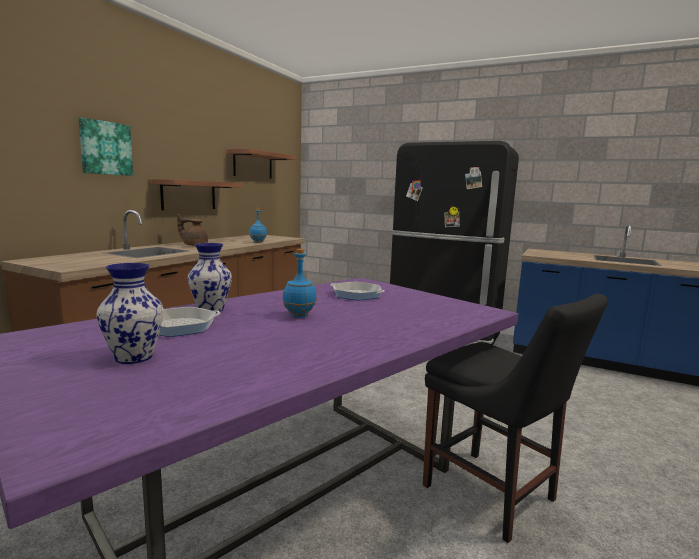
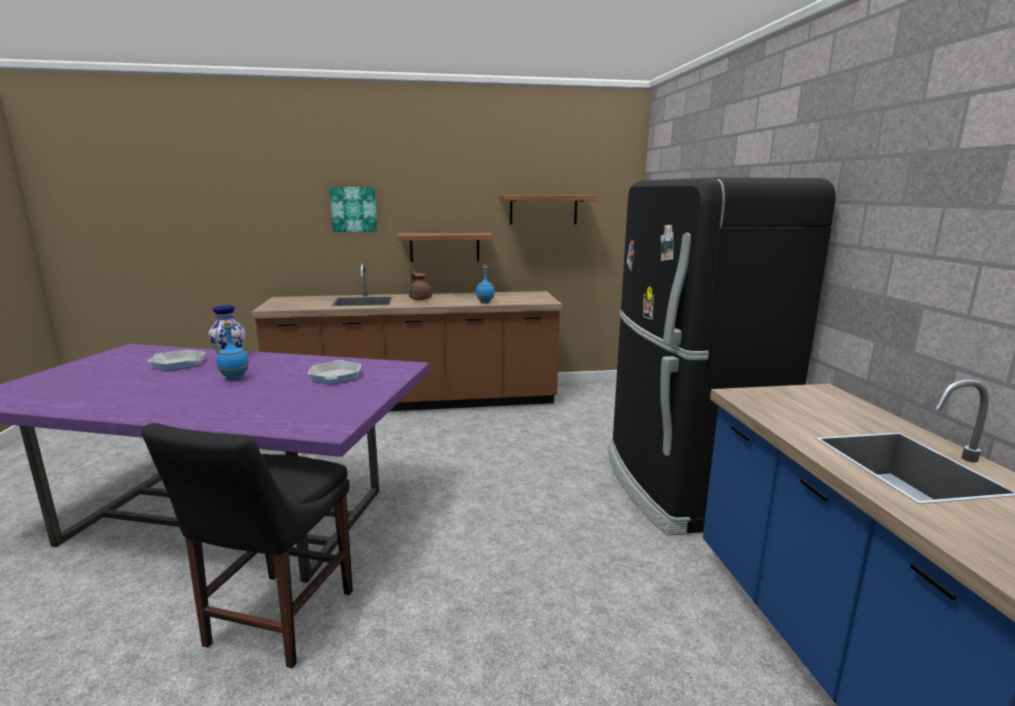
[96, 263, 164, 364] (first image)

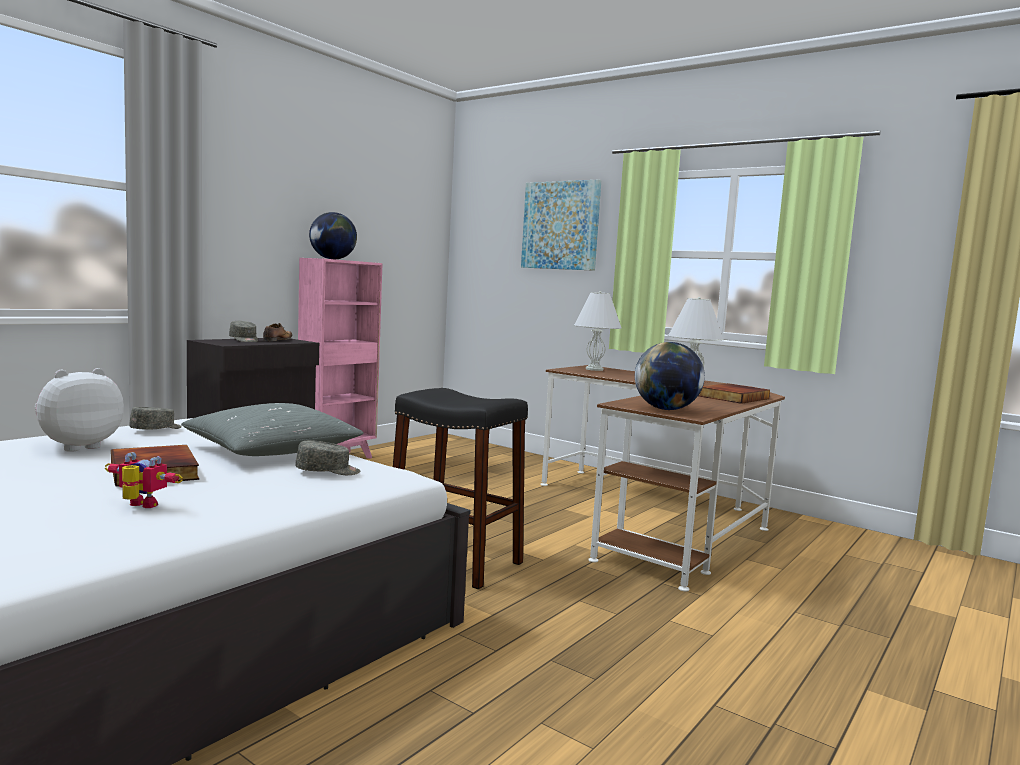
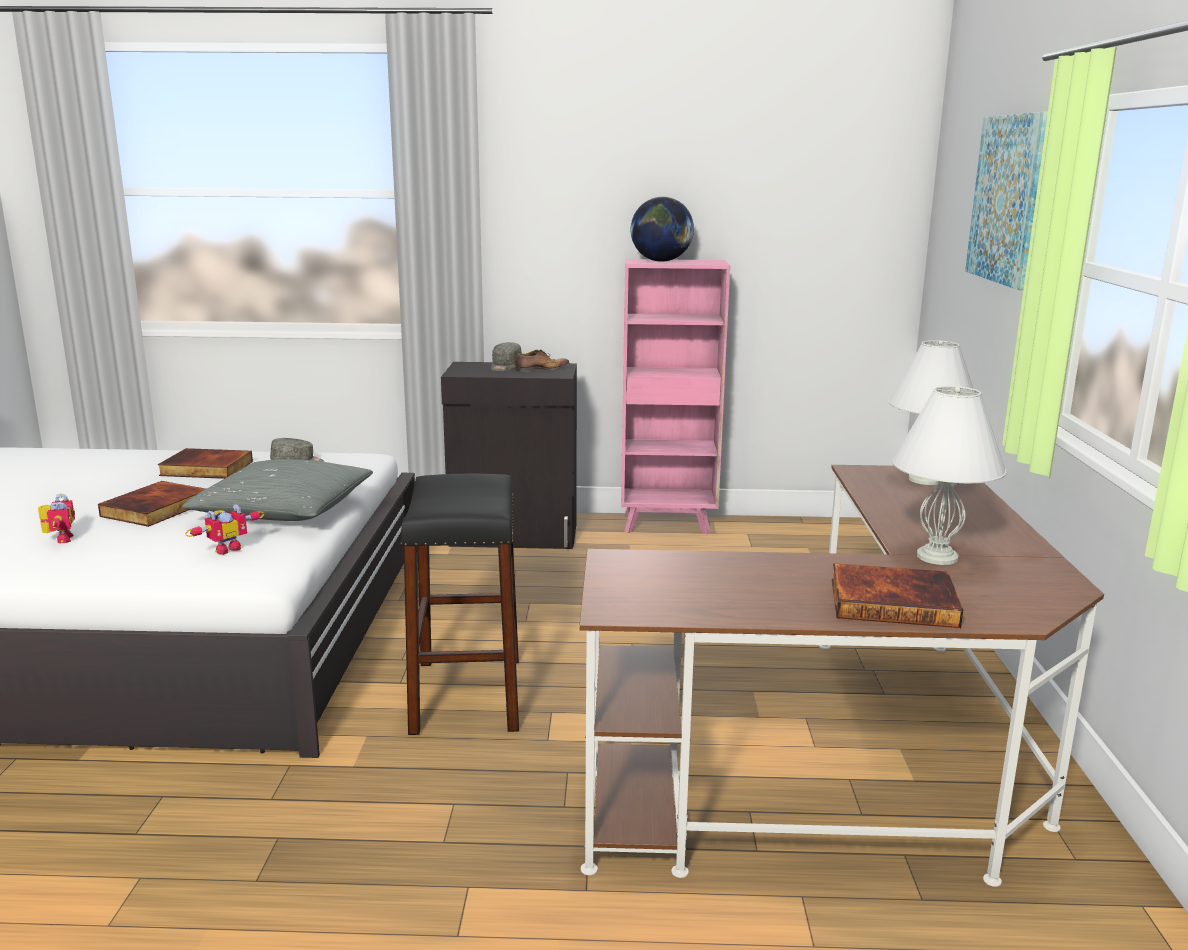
[635, 342, 705, 410] (first image)
[158, 448, 253, 479]
[185, 504, 264, 555]

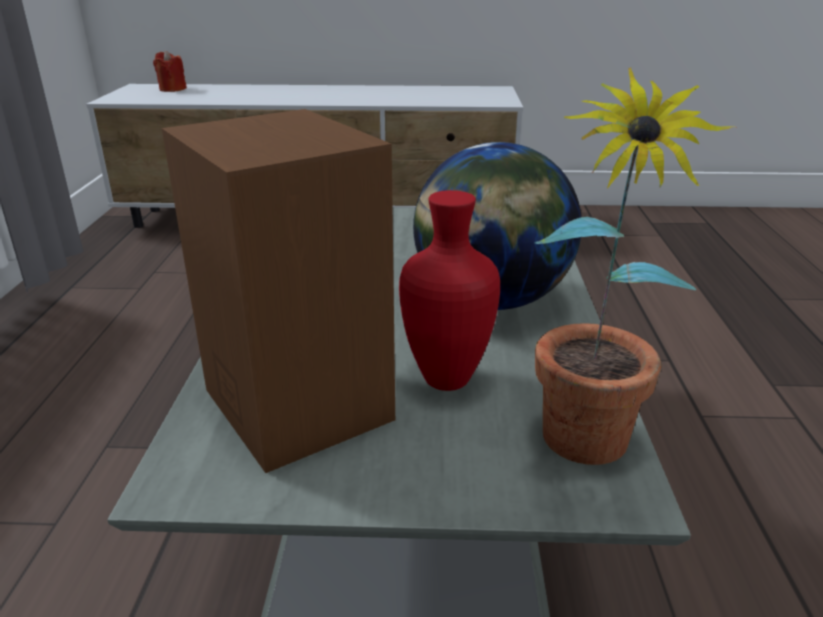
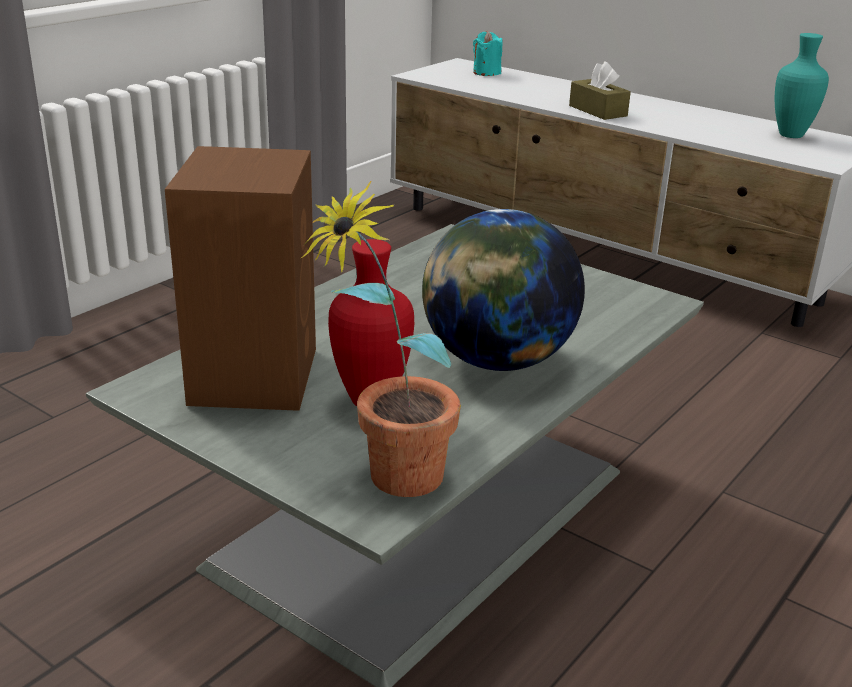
[569, 61, 631, 120]
[775, 33, 829, 138]
[473, 31, 503, 76]

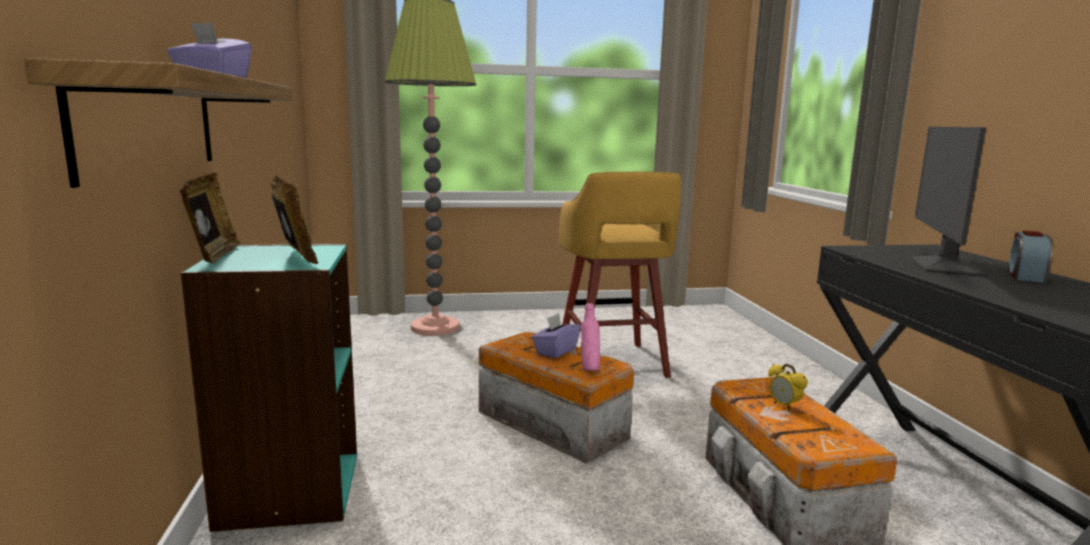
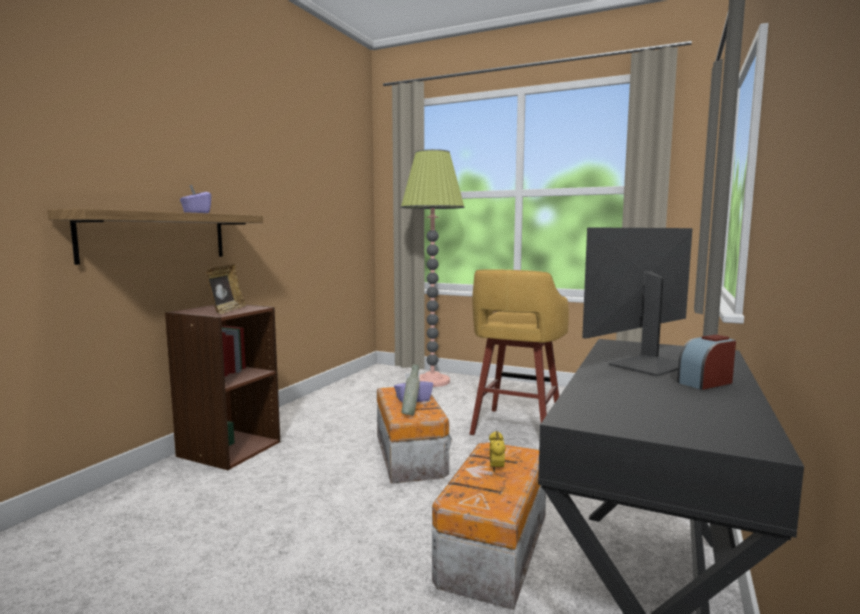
[180, 173, 241, 264] (first image)
[165, 305, 280, 470]
[402, 364, 420, 416]

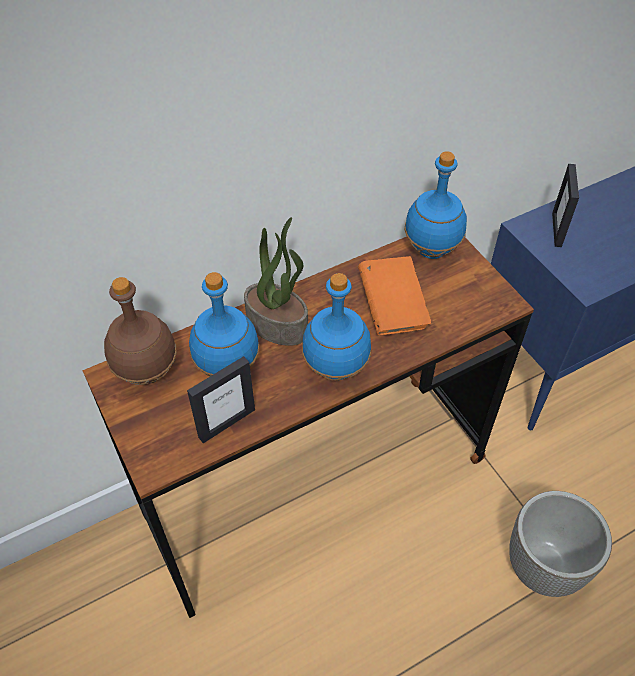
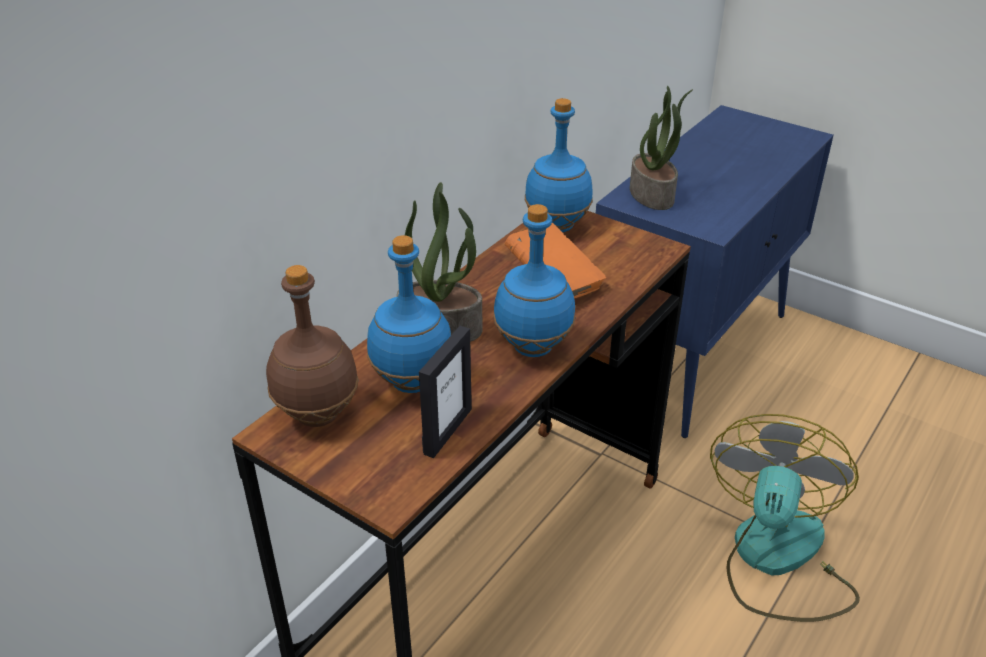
[710, 414, 860, 622]
[630, 86, 693, 210]

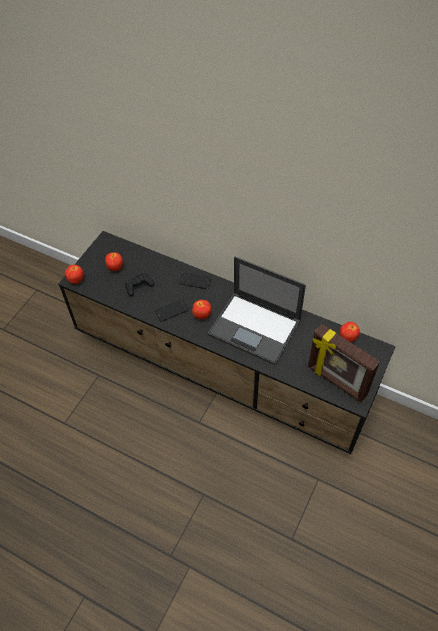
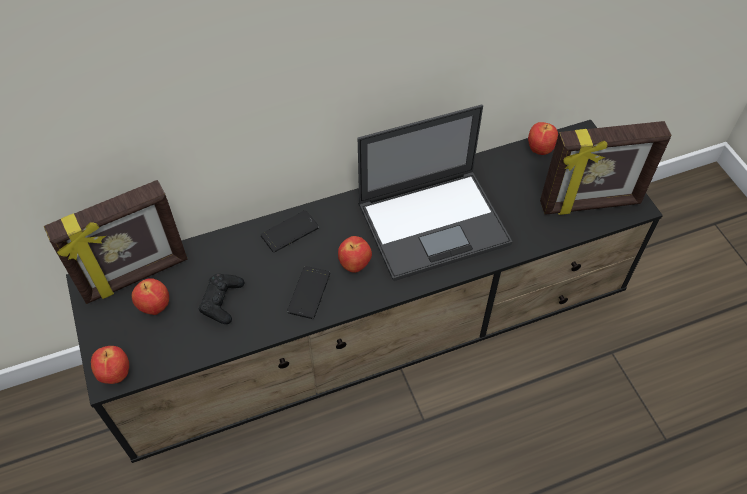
[44, 180, 187, 304]

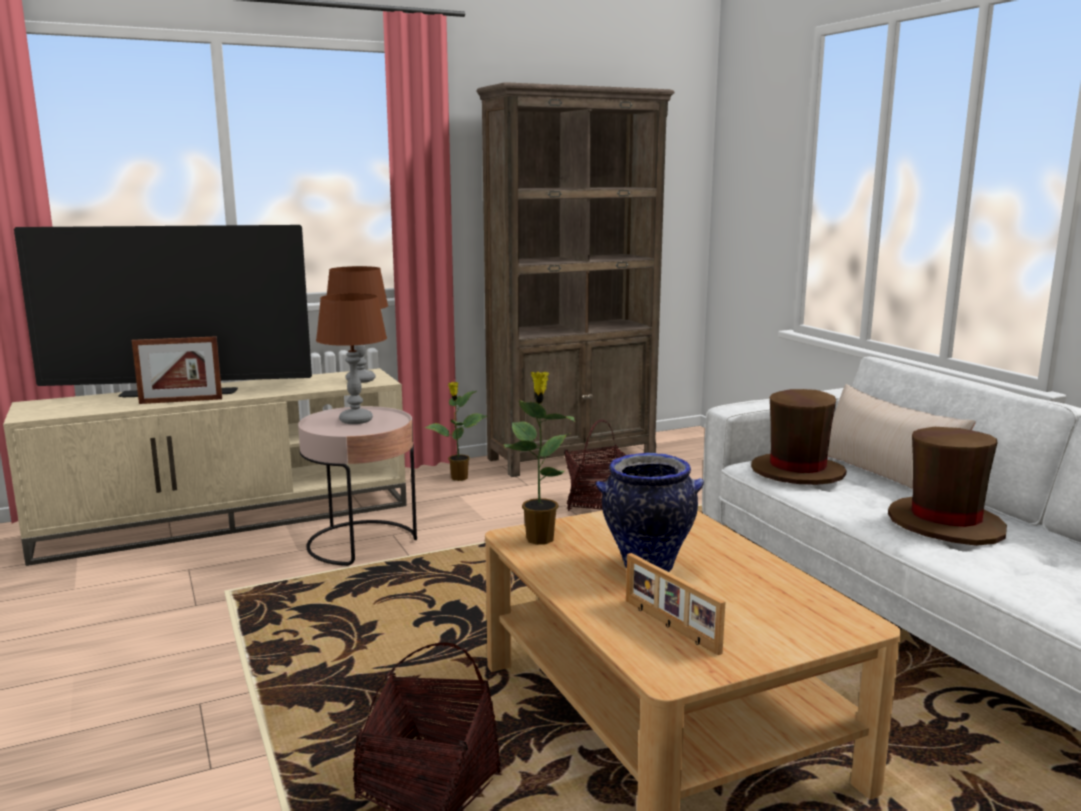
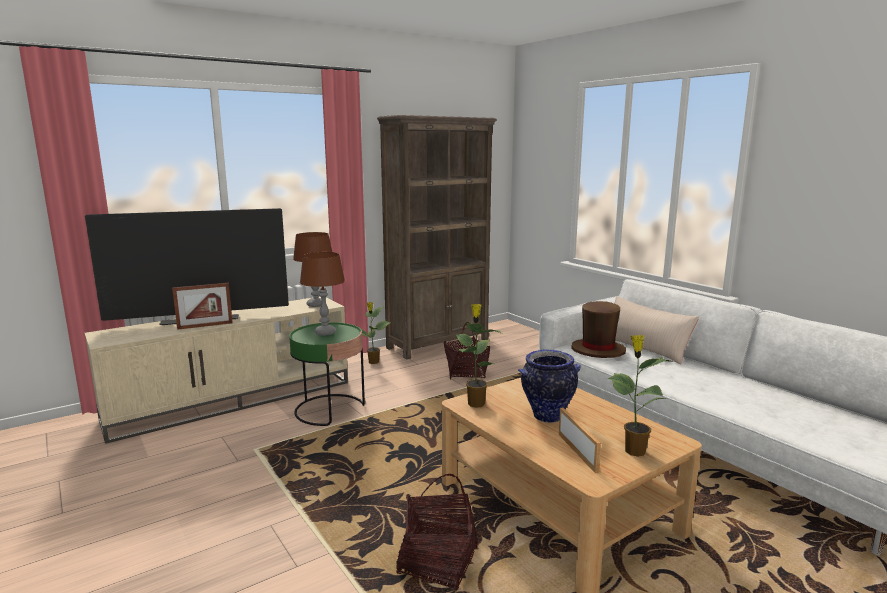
[888, 427, 1007, 546] (first image)
[608, 335, 672, 457]
[289, 322, 365, 426]
[559, 408, 601, 473]

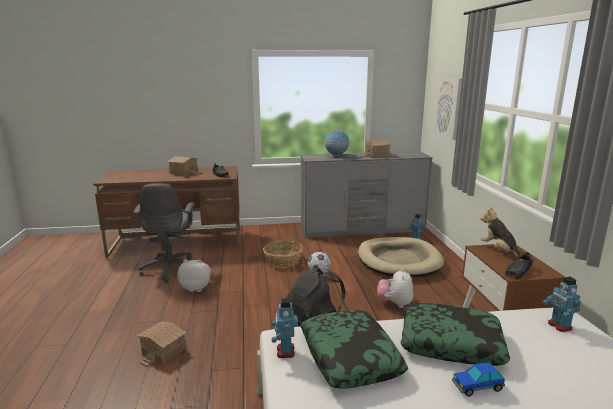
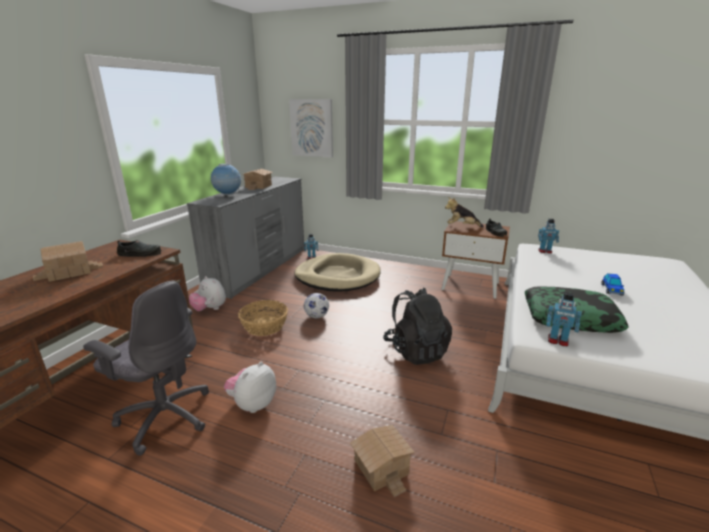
[401, 303, 510, 366] (first image)
[189, 276, 226, 311]

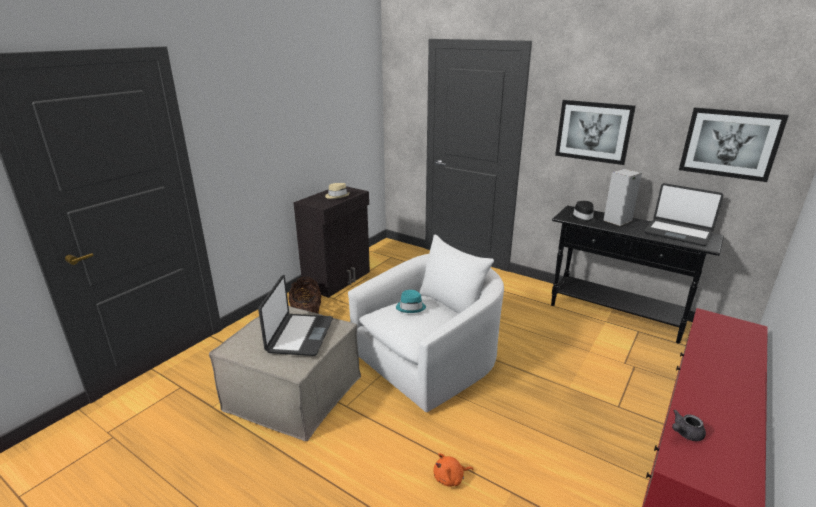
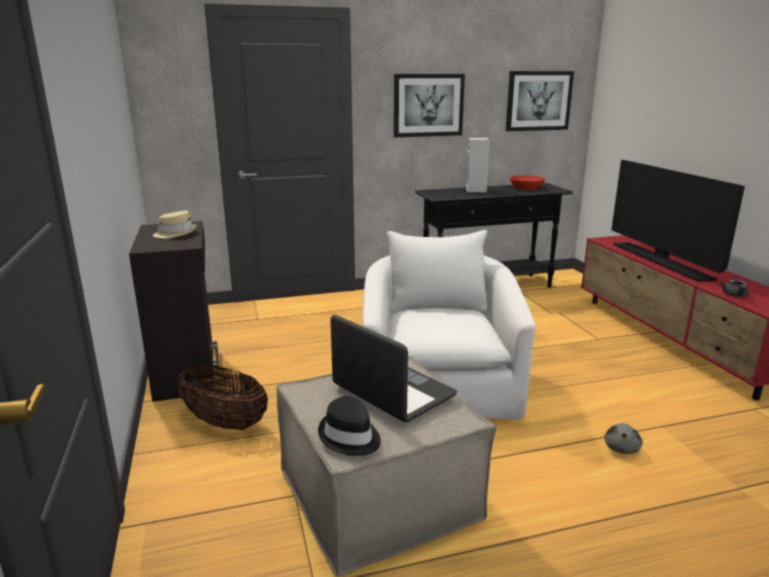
[396, 290, 426, 313] (first image)
[611, 159, 745, 281]
[318, 396, 381, 456]
[510, 175, 545, 190]
[604, 423, 643, 454]

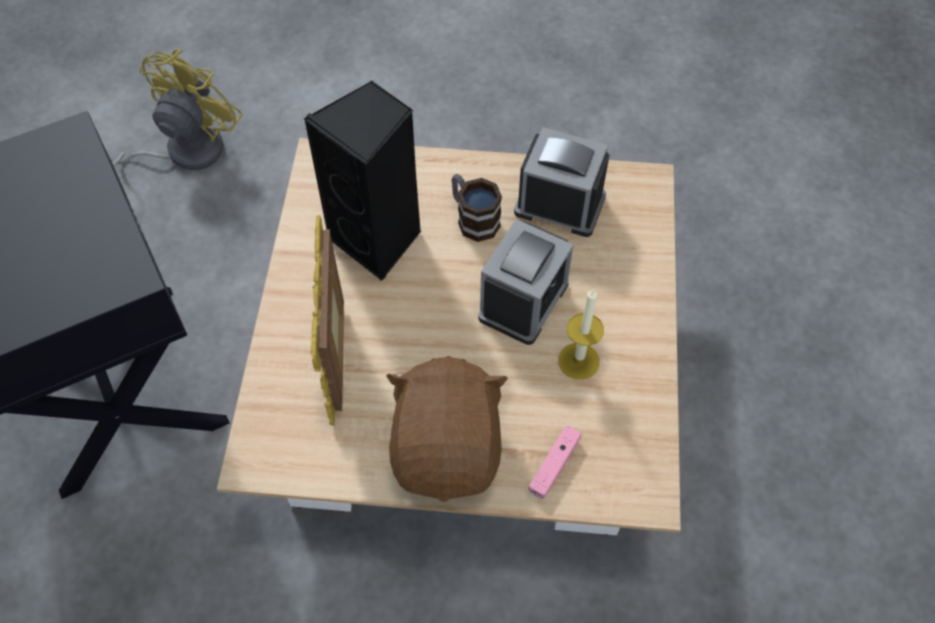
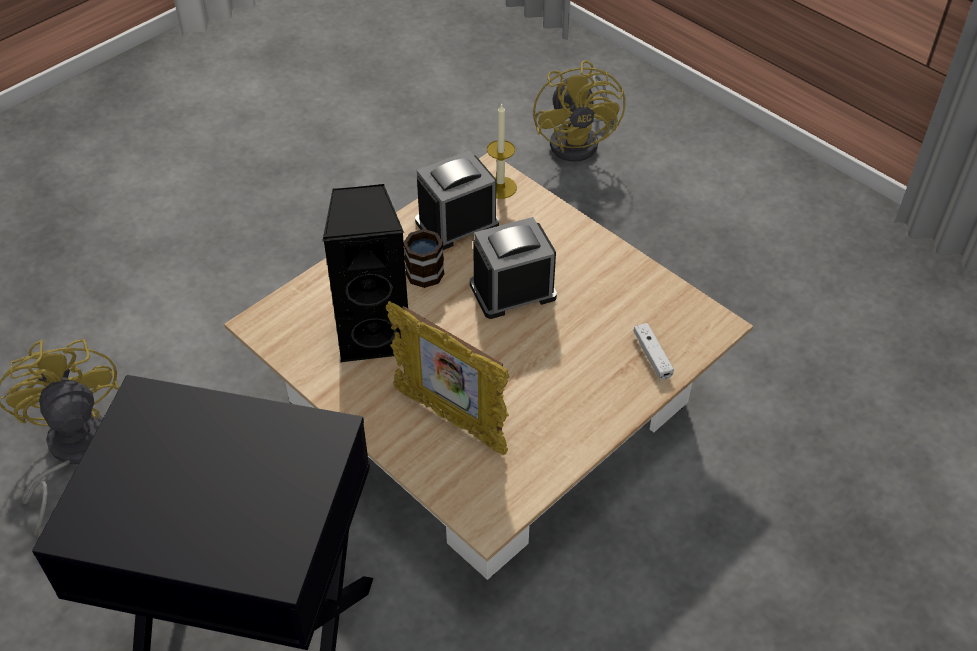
[386, 356, 508, 502] (first image)
[533, 60, 625, 162]
[487, 103, 517, 199]
[633, 323, 674, 380]
[470, 217, 557, 319]

